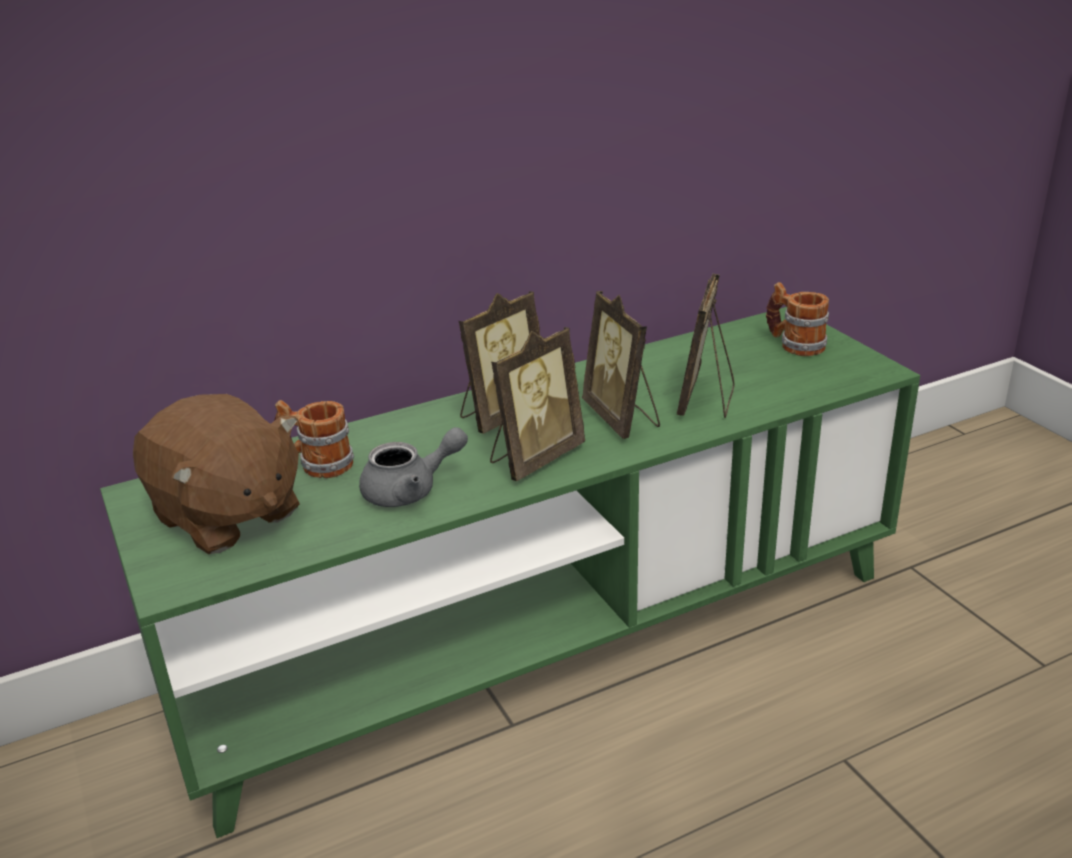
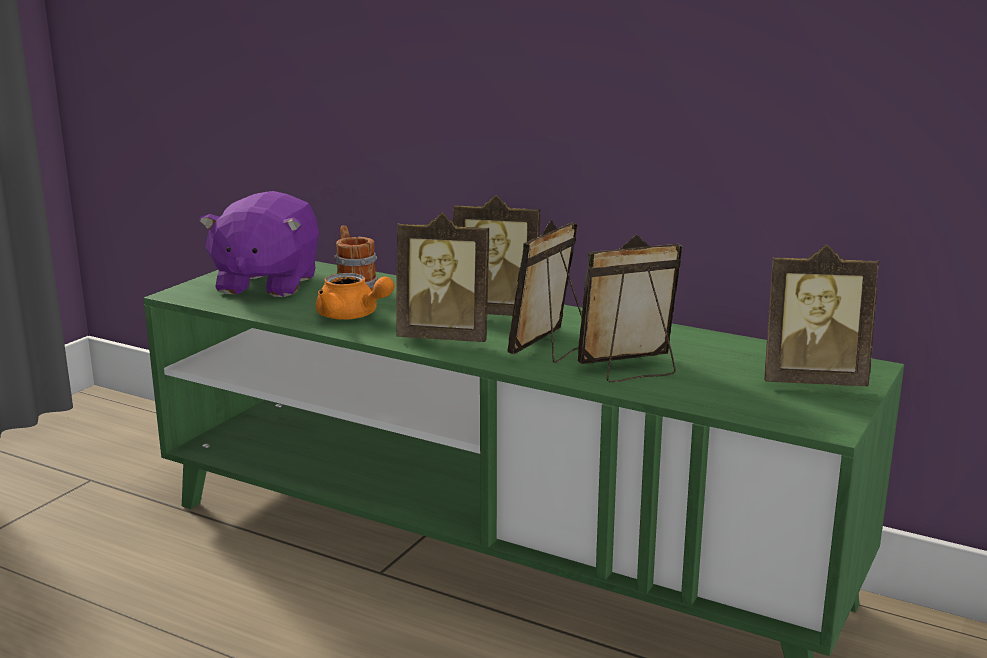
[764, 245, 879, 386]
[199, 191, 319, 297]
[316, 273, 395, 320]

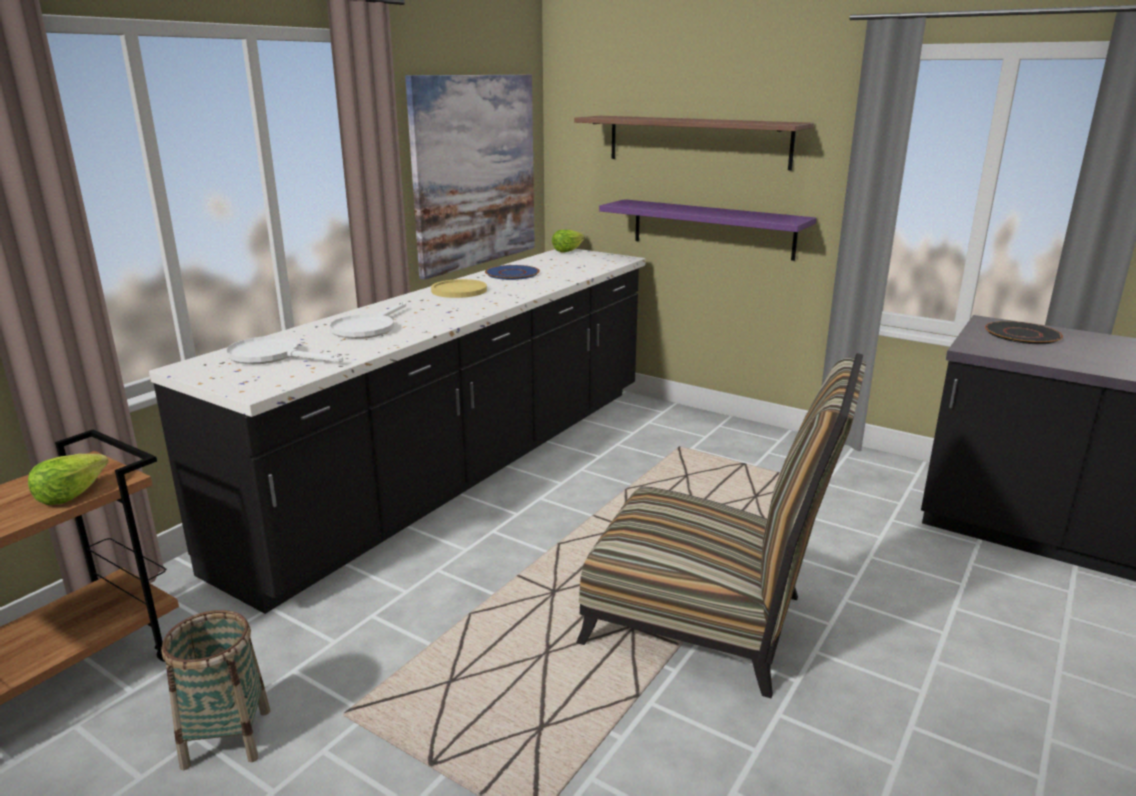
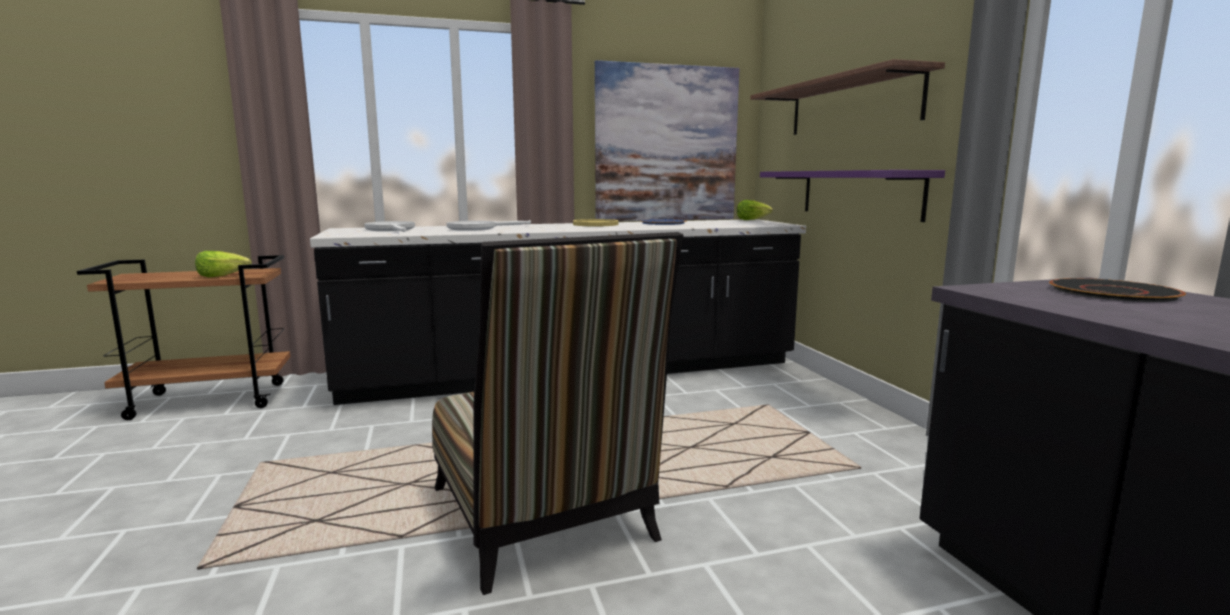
[161, 610, 270, 770] (first image)

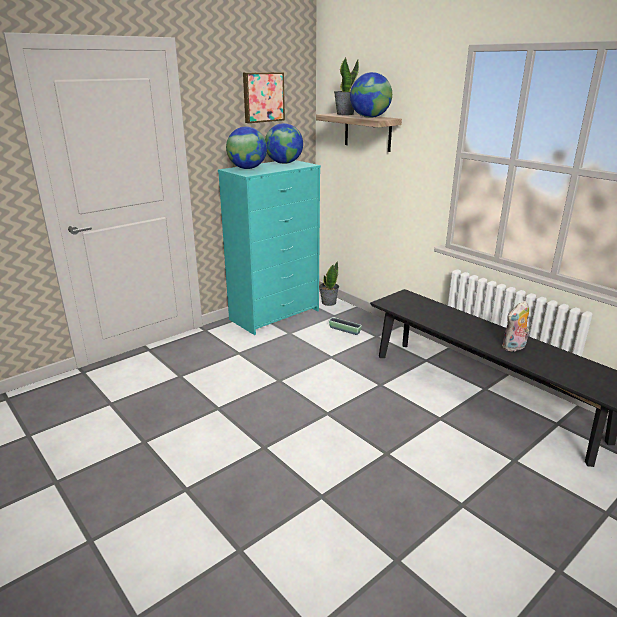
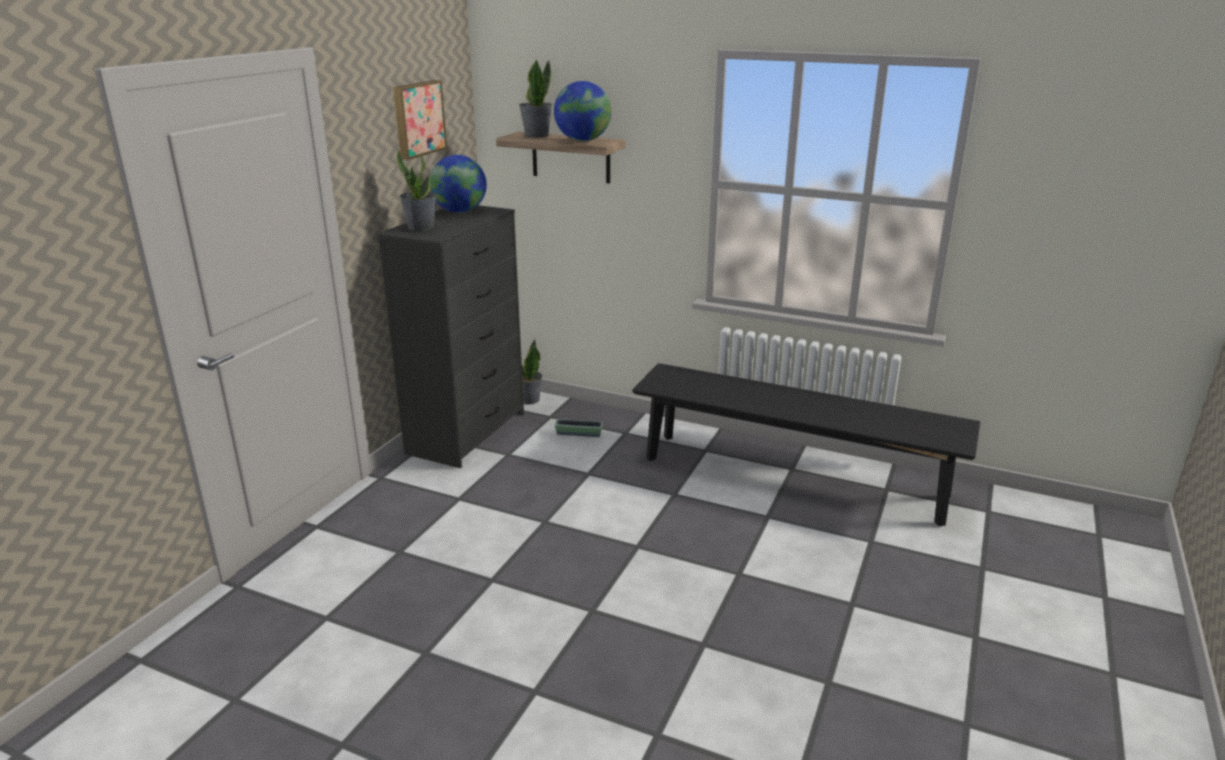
[502, 301, 529, 351] (first image)
[396, 148, 436, 231]
[377, 205, 524, 468]

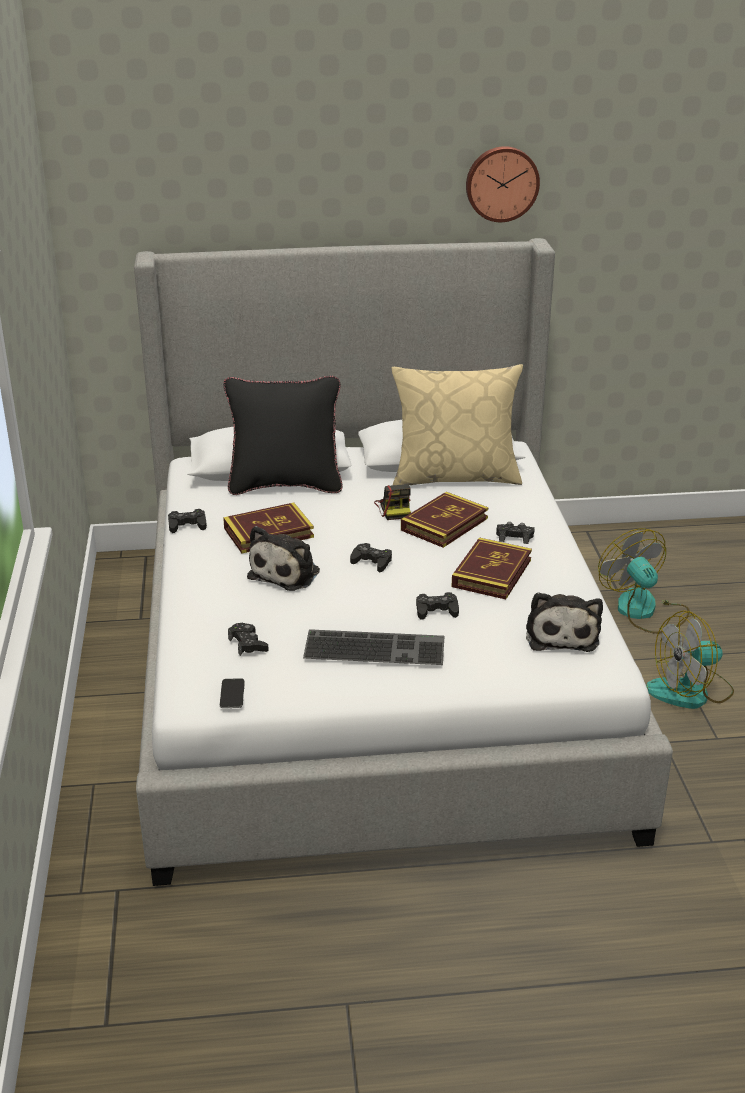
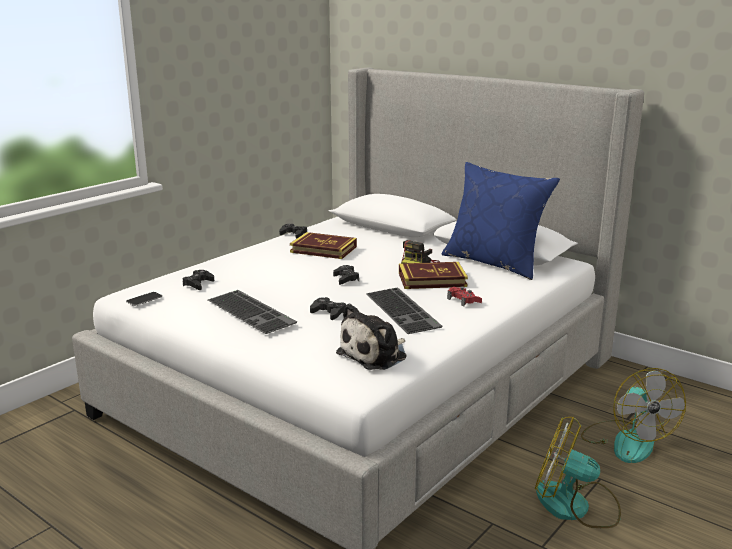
[223, 376, 343, 495] (first image)
[247, 526, 320, 591] (first image)
[466, 146, 540, 222] (first image)
[366, 287, 443, 334]
[442, 162, 560, 280]
[447, 286, 482, 307]
[581, 368, 686, 463]

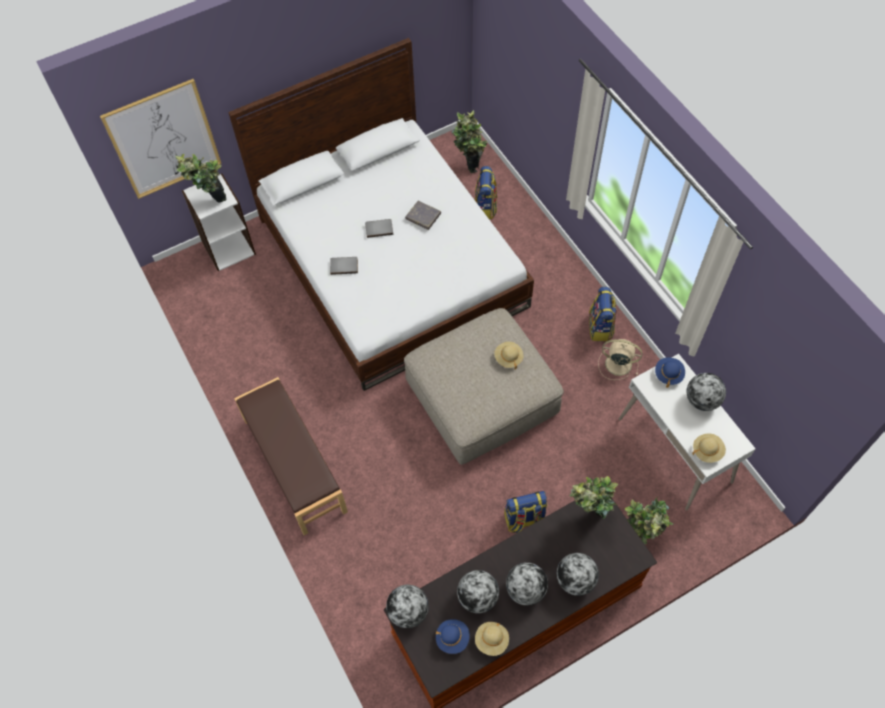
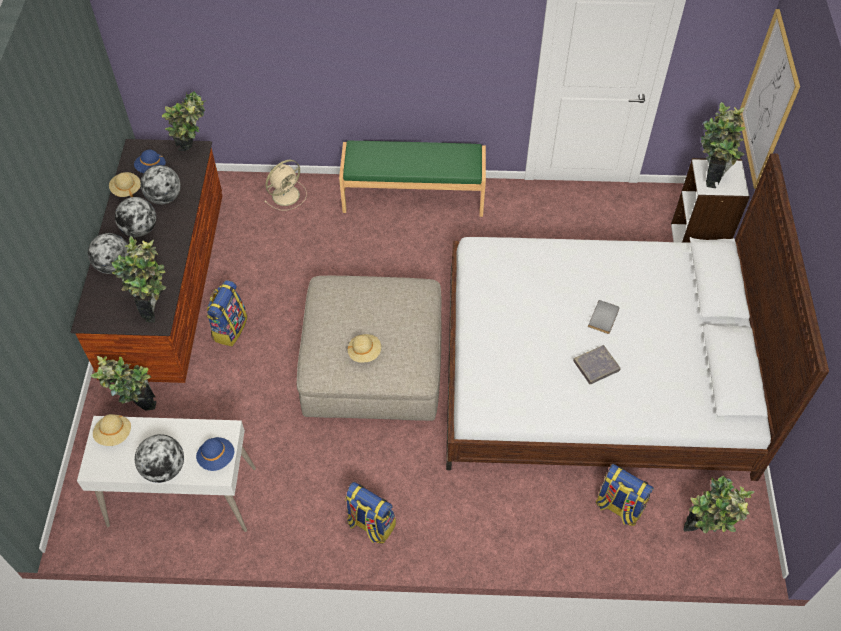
[330, 257, 358, 275] (first image)
[264, 160, 307, 210]
[162, 91, 206, 151]
[339, 141, 486, 217]

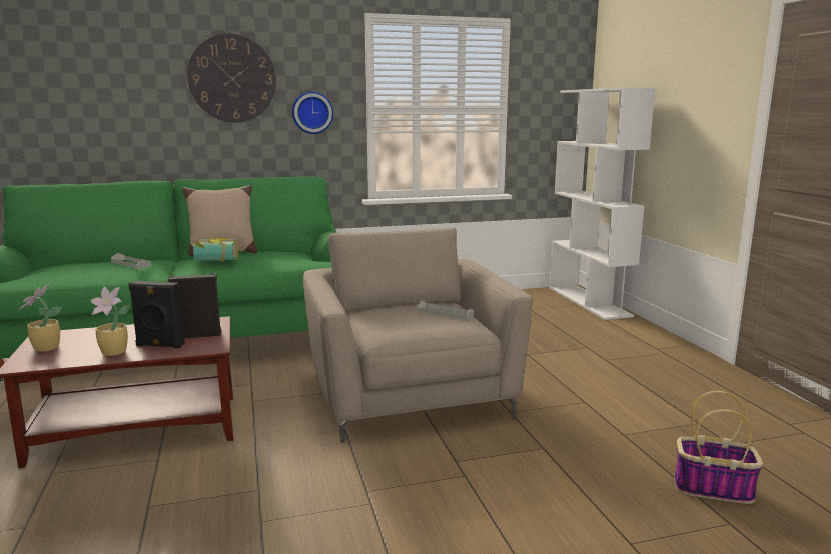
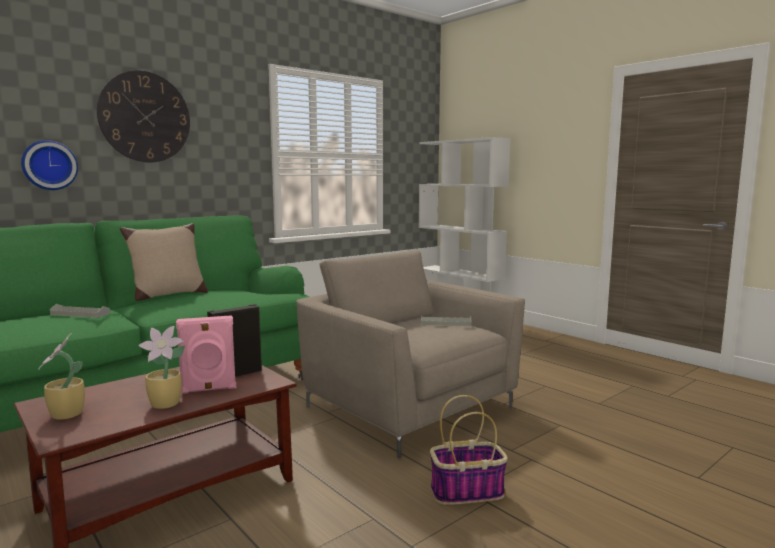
[193, 238, 239, 261] (first image)
[21, 140, 78, 190]
[430, 395, 508, 505]
[176, 315, 236, 394]

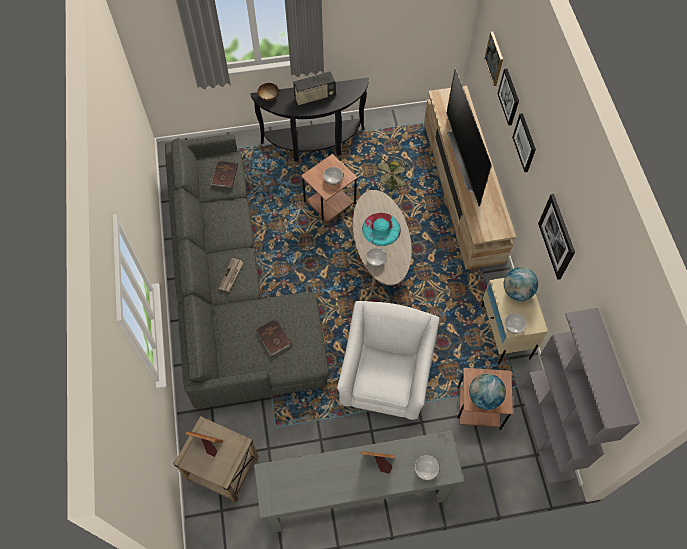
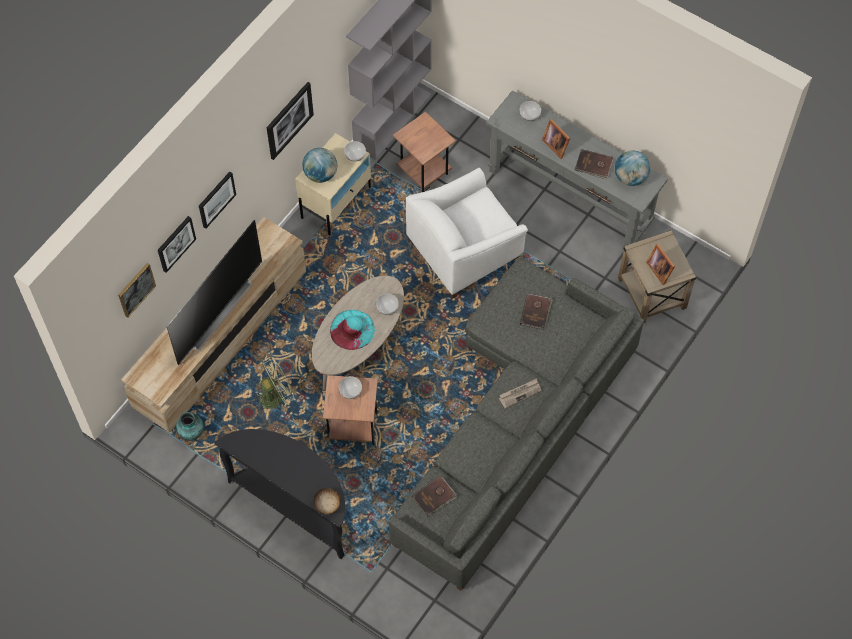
[293, 71, 335, 106] (first image)
[176, 412, 204, 441]
[574, 149, 613, 180]
[615, 150, 650, 186]

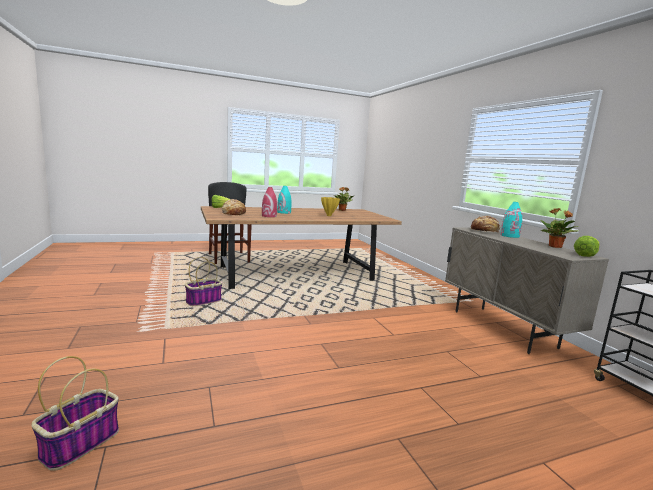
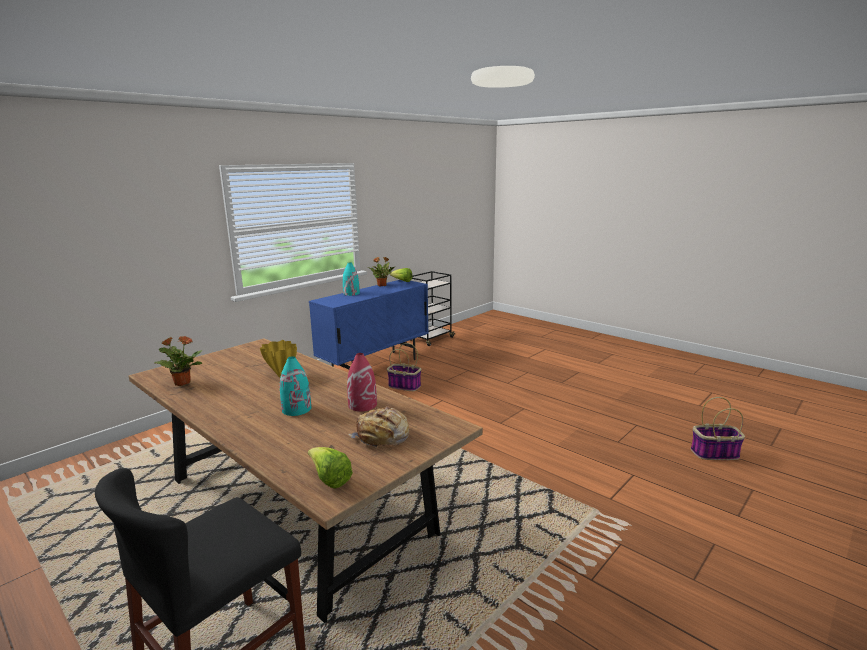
[471, 216, 500, 233] (first image)
[387, 343, 421, 391]
[309, 280, 429, 369]

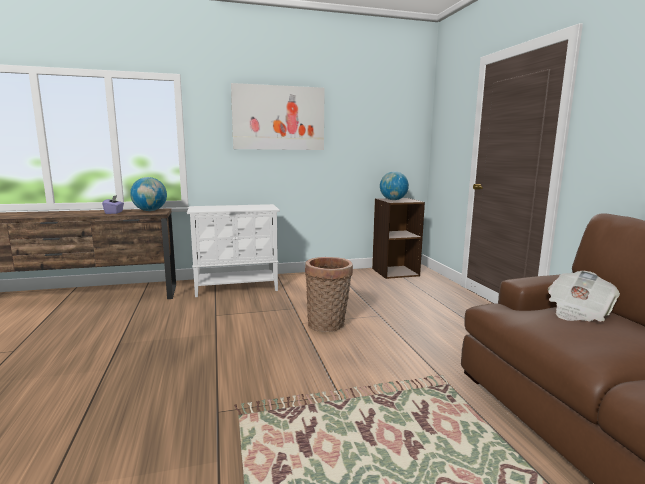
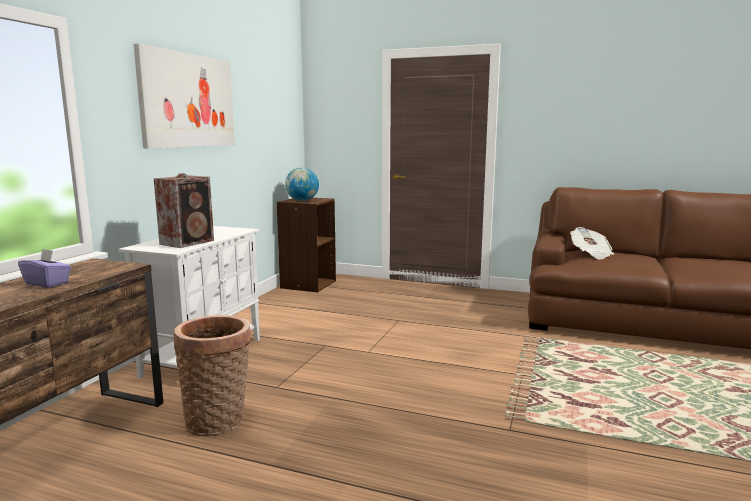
[130, 177, 167, 211] (first image)
[154, 173, 214, 248]
[174, 315, 252, 436]

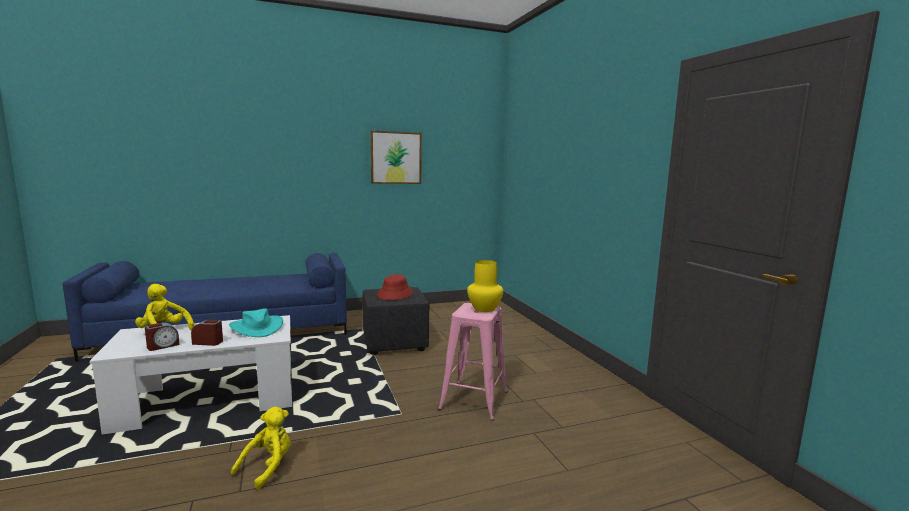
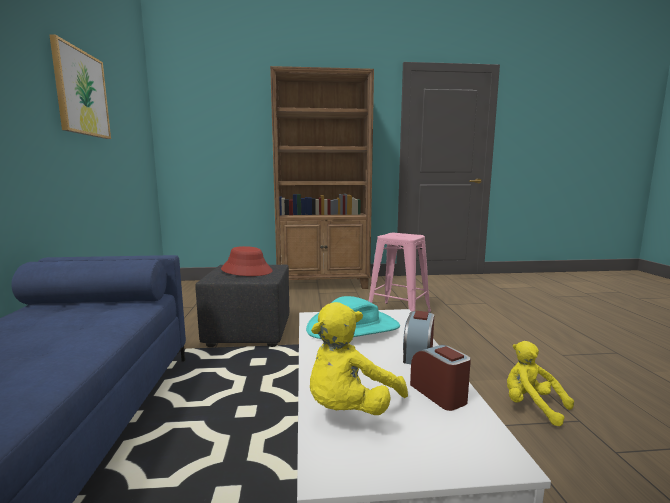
[467, 260, 503, 312] (first image)
[270, 66, 374, 289]

